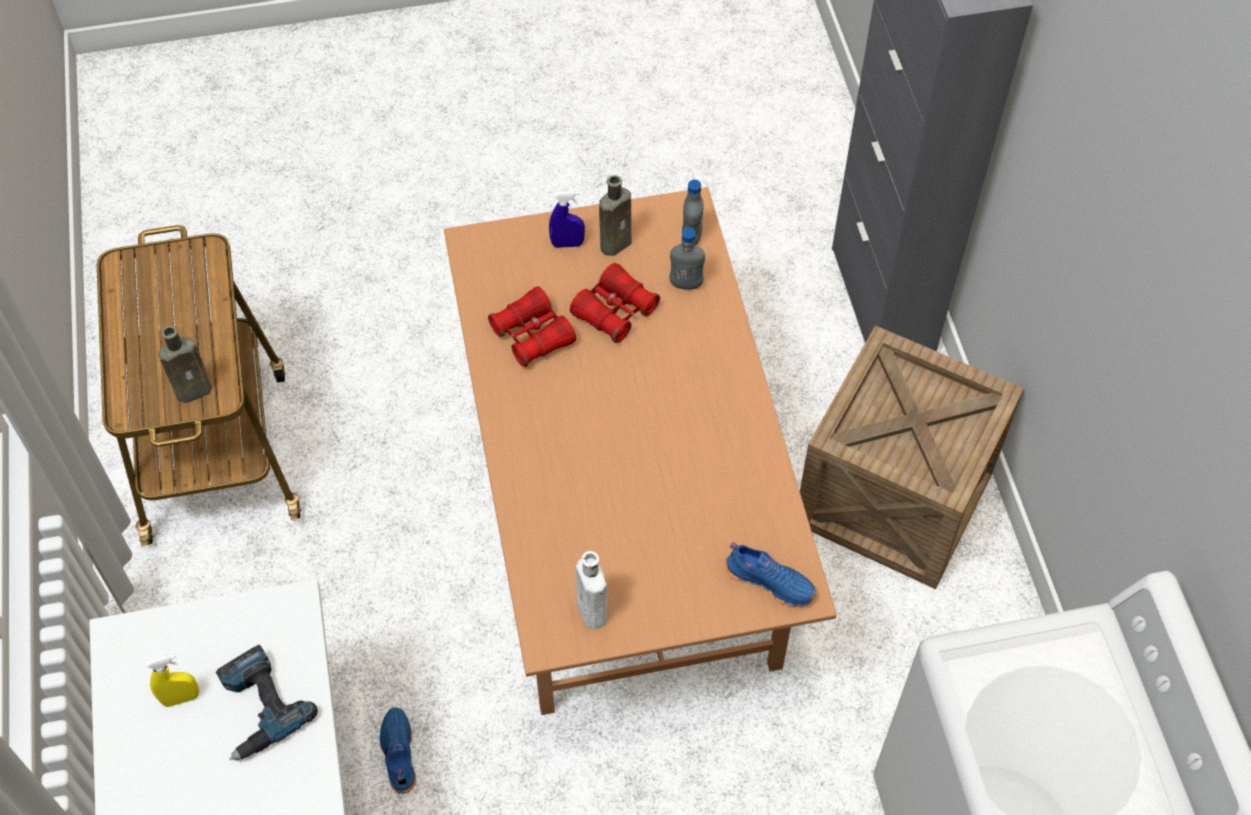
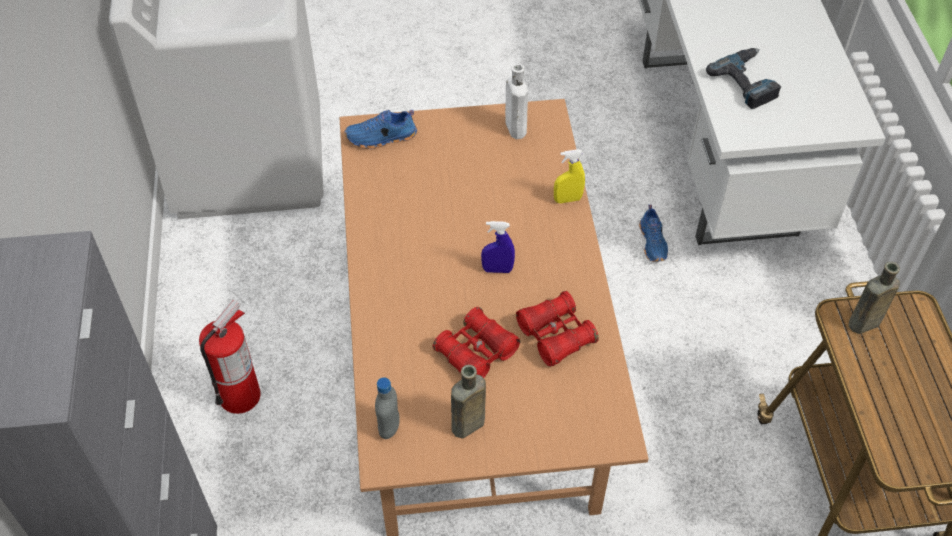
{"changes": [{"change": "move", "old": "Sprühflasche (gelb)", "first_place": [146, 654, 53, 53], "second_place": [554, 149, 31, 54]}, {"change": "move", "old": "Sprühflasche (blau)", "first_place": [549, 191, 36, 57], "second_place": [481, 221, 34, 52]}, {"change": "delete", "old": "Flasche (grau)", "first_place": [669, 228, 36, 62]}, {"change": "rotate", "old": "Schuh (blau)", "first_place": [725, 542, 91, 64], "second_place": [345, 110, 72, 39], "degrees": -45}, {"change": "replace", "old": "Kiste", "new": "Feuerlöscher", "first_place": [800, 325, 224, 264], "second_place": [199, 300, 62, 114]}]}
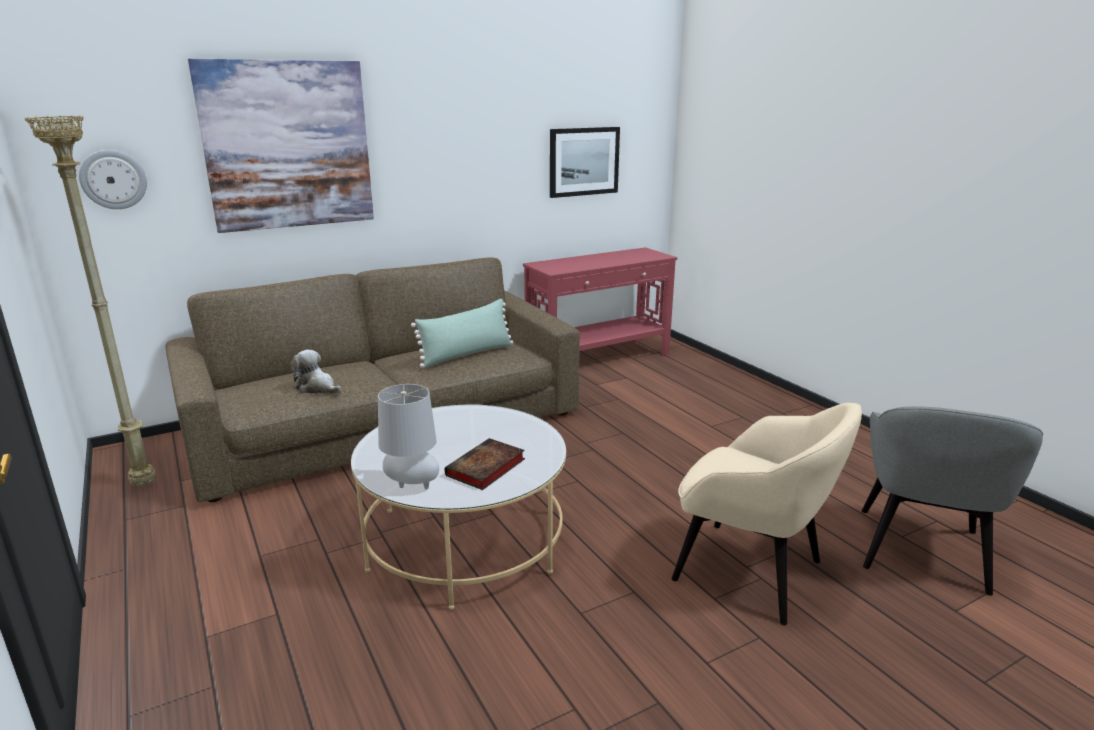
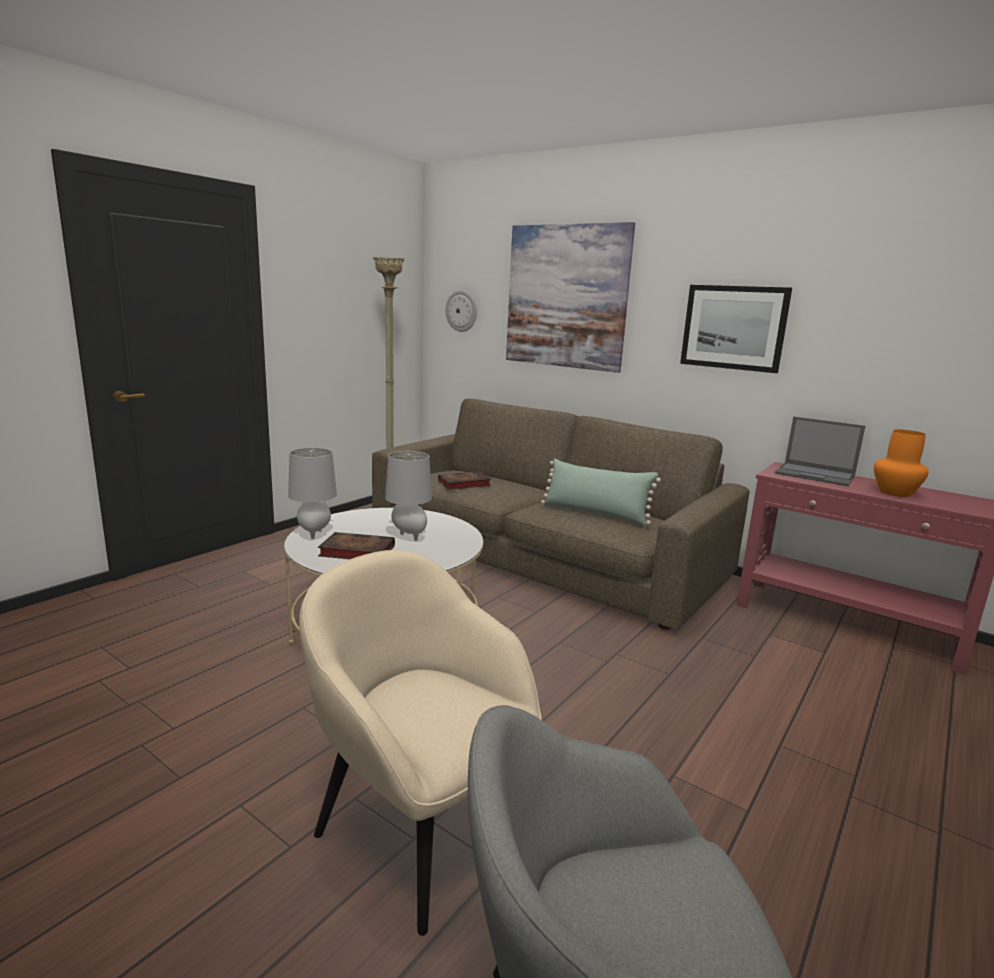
{"changes": [{"change": "replace", "old": "Plüschtier", "new": "Buch", "first_place": [291, 350, 50, 44], "second_place": [438, 471, 53, 19]}, {"change": "move", "old": "Bild", "first_place": [550, 127, 70, 71], "second_place": [680, 285, 112, 88]}, {"change": "rotate", "old": "Sessel (beige)", "first_place": [671, 403, 191, 222], "second_place": [299, 550, 243, 386], "degrees": 120}, {"change": "insert", "new": "Tischlampe (grau)", "second_place": [385, 451, 47, 90]}, {"change": "insert", "new": "Laptop", "second_place": [775, 417, 90, 69]}, {"change": "insert", "new": "Vase (orange)", "second_place": [874, 430, 55, 67]}]}
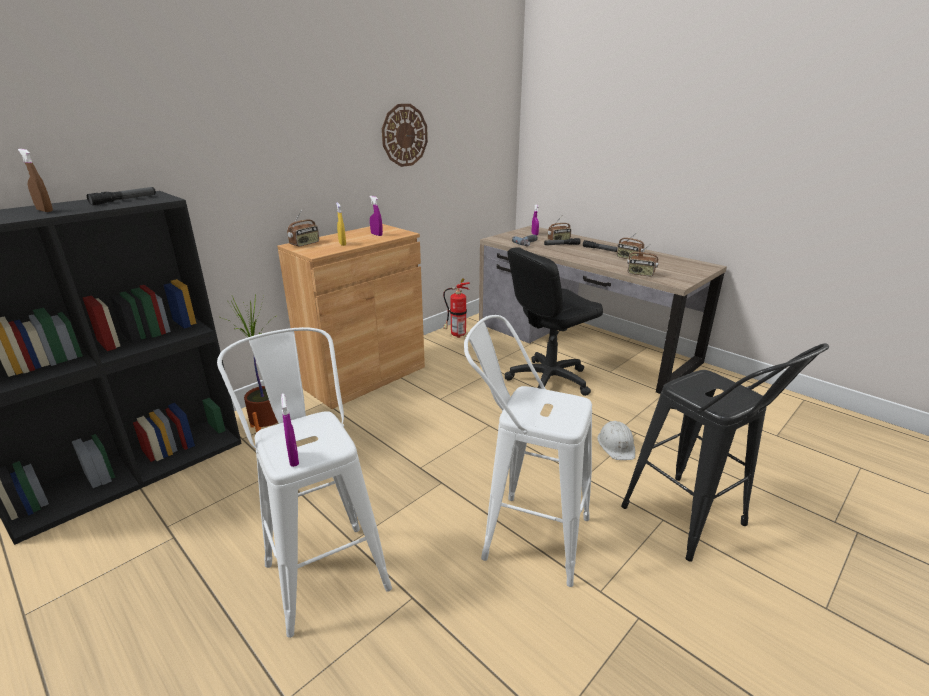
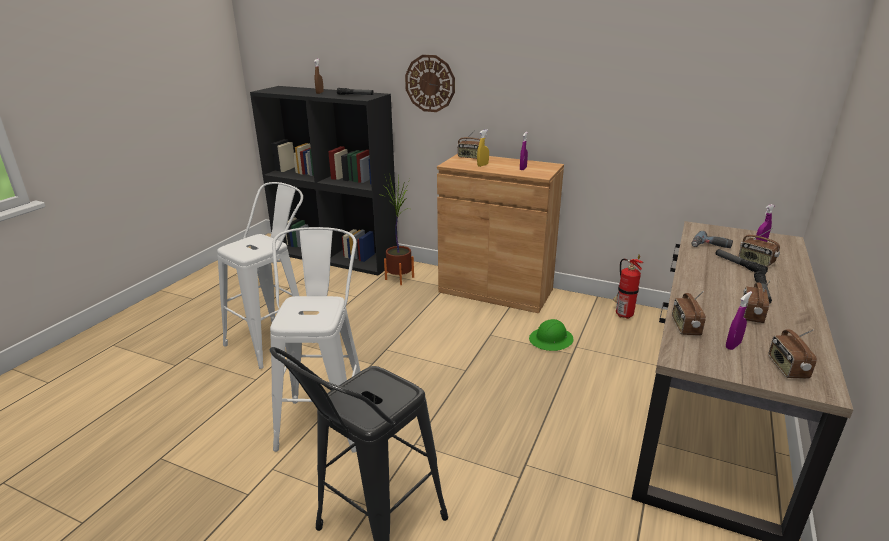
{"changes": [{"change": "move", "old": "Sprühflasche (lila)", "first_place": [281, 393, 18, 74], "second_place": [726, 291, 26, 59]}, {"change": "move", "old": "Wanduhr", "first_place": [382, 104, 46, 63], "second_place": [405, 55, 50, 57]}, {"change": "delete", "old": "Bürostuhl (schwarz)", "first_place": [505, 247, 98, 149]}, {"change": "delete", "old": "Schutzhelm (weiß)", "first_place": [598, 421, 37, 39]}, {"change": "insert", "new": "Schutzhelm (grün)", "second_place": [529, 319, 44, 32]}, {"change": "insert", "new": "Radio", "second_place": [769, 329, 48, 49]}]}
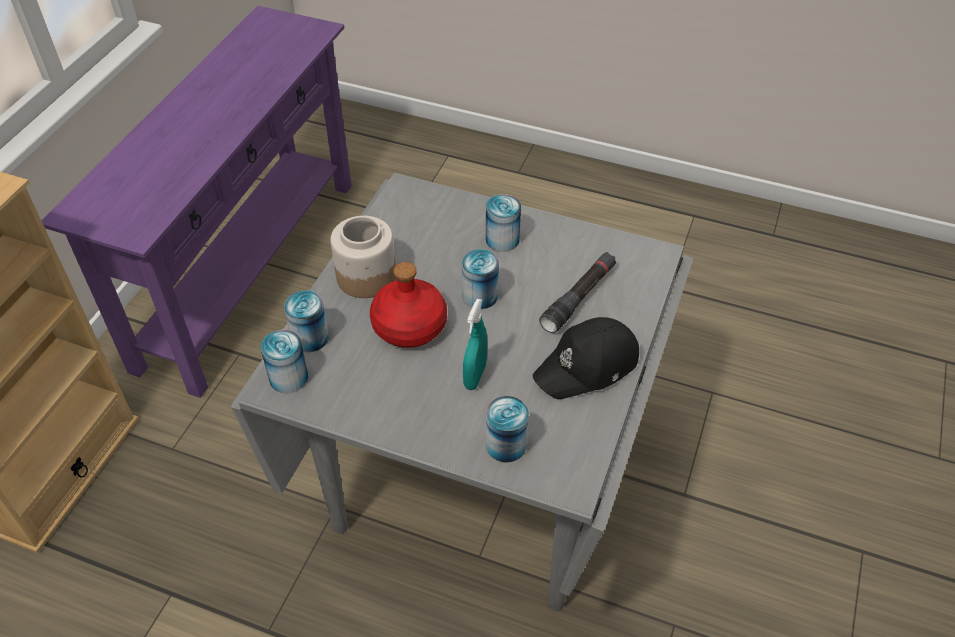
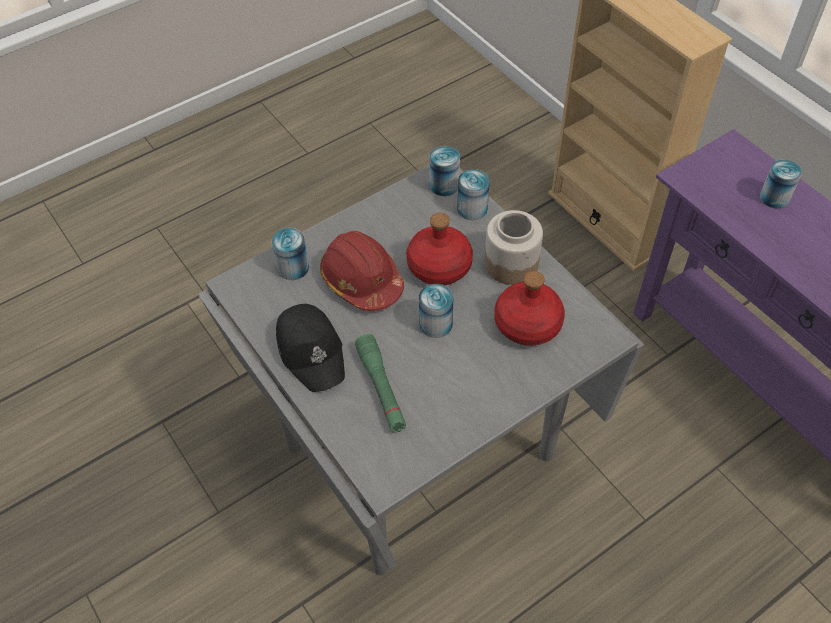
{"changes": [{"change": "replace", "old": "Sprühflasche (türkis)", "new": "Schutzhelm (rot)", "first_place": [463, 299, 24, 91], "second_place": [320, 231, 84, 80]}, {"change": "move", "old": "Dose", "first_place": [486, 194, 35, 58], "second_place": [760, 159, 42, 50]}, {"change": "rotate", "old": "Kappe (schwarz)", "first_place": [533, 317, 106, 82], "second_place": [276, 304, 69, 88], "degrees": 150}, {"change": "recolor", "old": "Taschenlampe (schwarz)", "new": "Taschenlampe (grün)", "first_place": [539, 252, 77, 81], "second_place": [355, 334, 51, 99]}, {"change": "insert", "new": "Flasche (rot)", "second_place": [495, 271, 70, 75]}]}
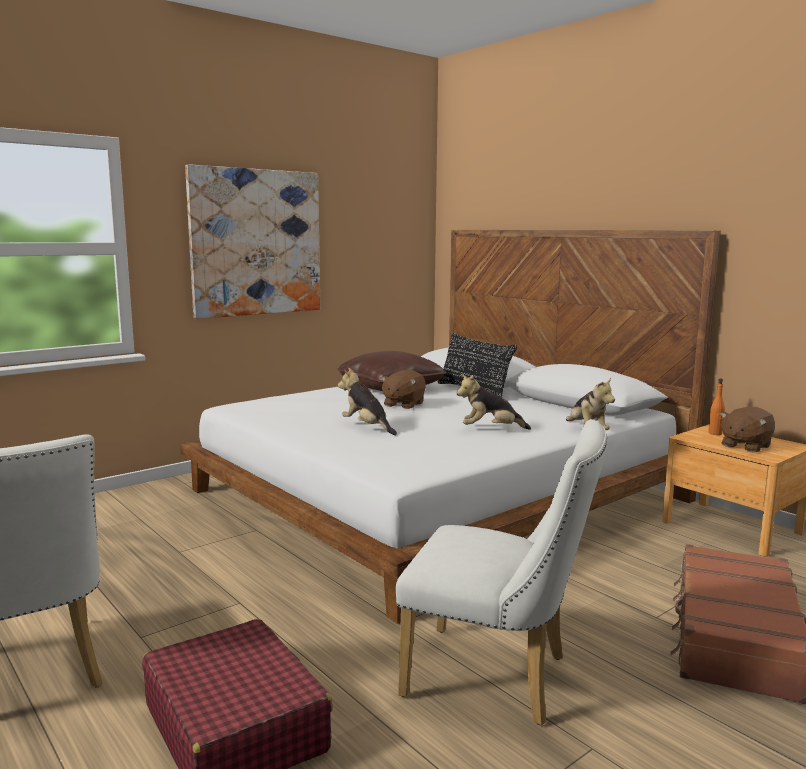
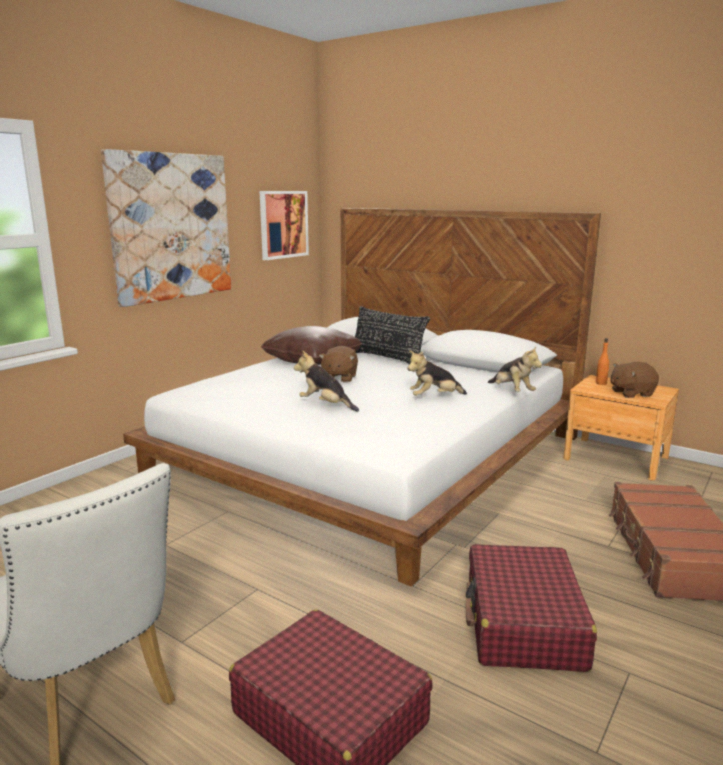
{"changes": [{"change": "replace", "old": "Stuhl (weiß)", "new": "Koffer (rot)", "first_place": [396, 419, 211, 306], "second_place": [466, 544, 131, 128]}, {"change": "rotate", "old": "Plüschtier (braun)", "first_place": [720, 407, 55, 46], "second_place": [610, 362, 49, 36], "degrees": 45}, {"change": "insert", "new": "Bild", "second_place": [260, 191, 49, 69]}]}
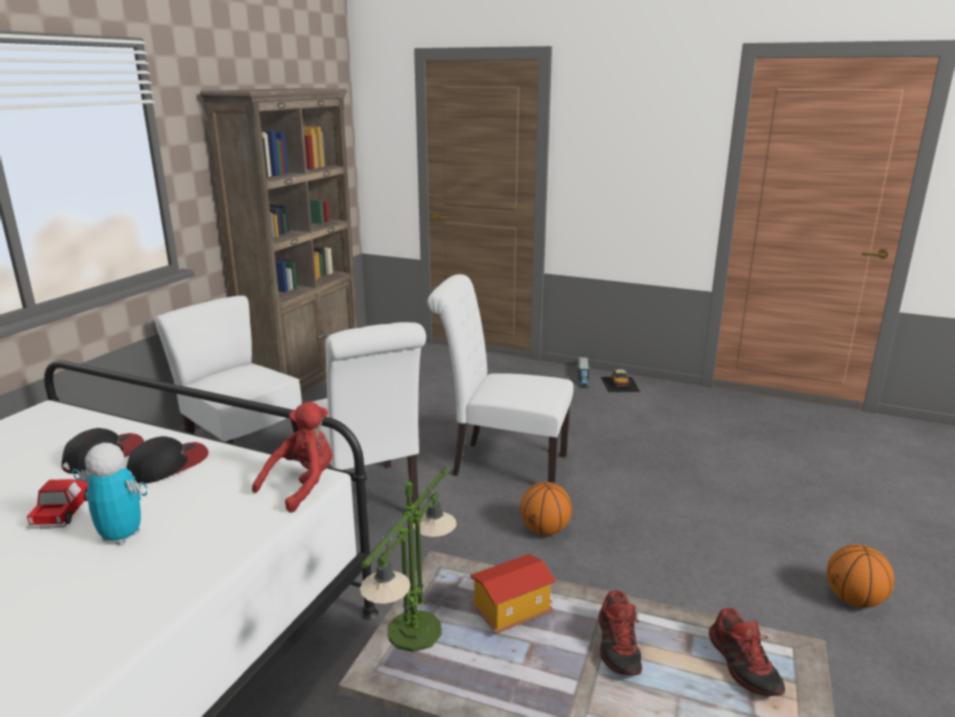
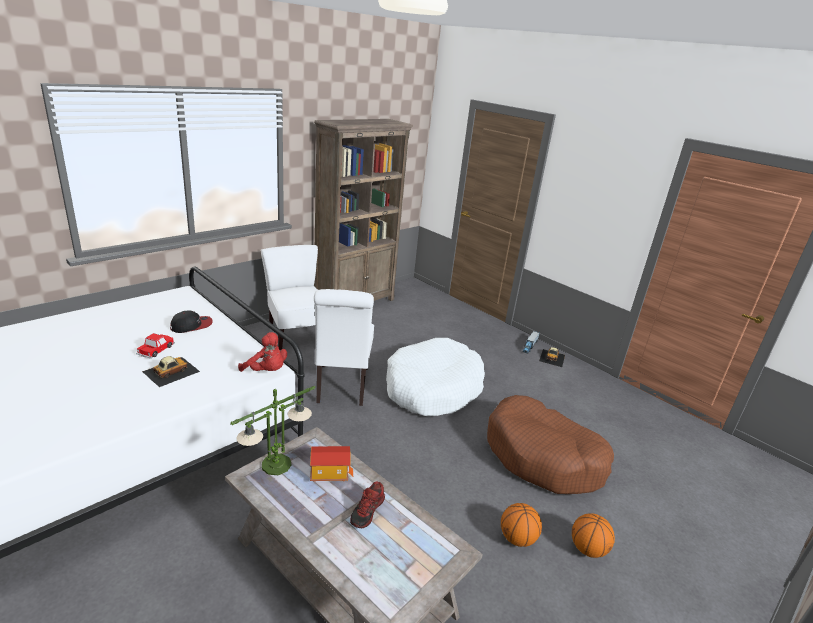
{"changes": [{"change": "replace", "old": "Spielzeugroboter", "new": "Spielzeugauto", "first_place": [72, 443, 75, 102], "second_place": [142, 356, 58, 31]}, {"change": "delete", "old": "Kappe", "first_place": [126, 436, 83, 48]}, {"change": "rotate", "old": "Plüschtier (rot)", "first_place": [252, 401, 81, 112], "second_place": [238, 332, 49, 40], "degrees": 60}, {"change": "replace", "old": "Stuhl (weiß)", "new": "Hundebett (weiß)", "first_place": [428, 274, 146, 209], "second_place": [386, 338, 99, 78]}, {"change": "move", "old": "Basketball", "first_place": [520, 482, 52, 54], "second_place": [501, 503, 41, 44]}, {"change": "delete", "old": "Schuh", "first_place": [709, 608, 76, 88]}, {"change": "insert", "new": "Hundebett (braun)", "second_place": [487, 395, 127, 99]}]}
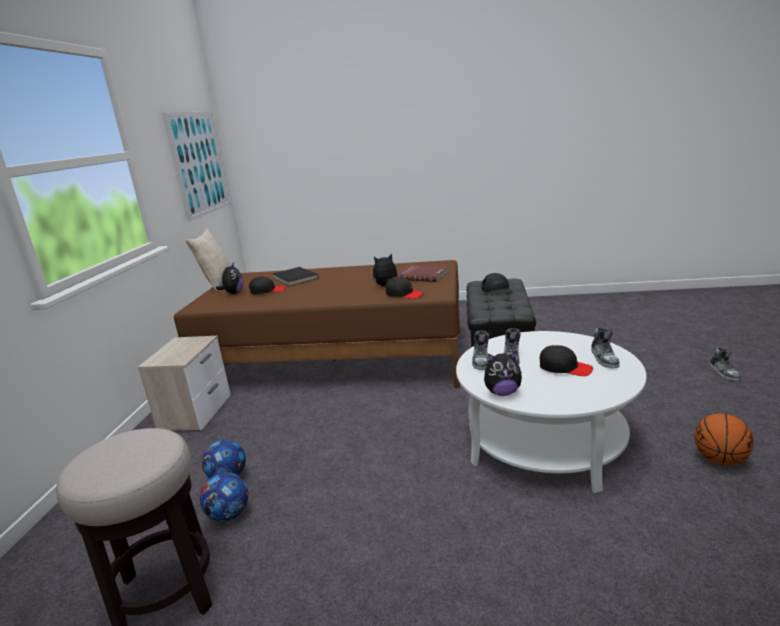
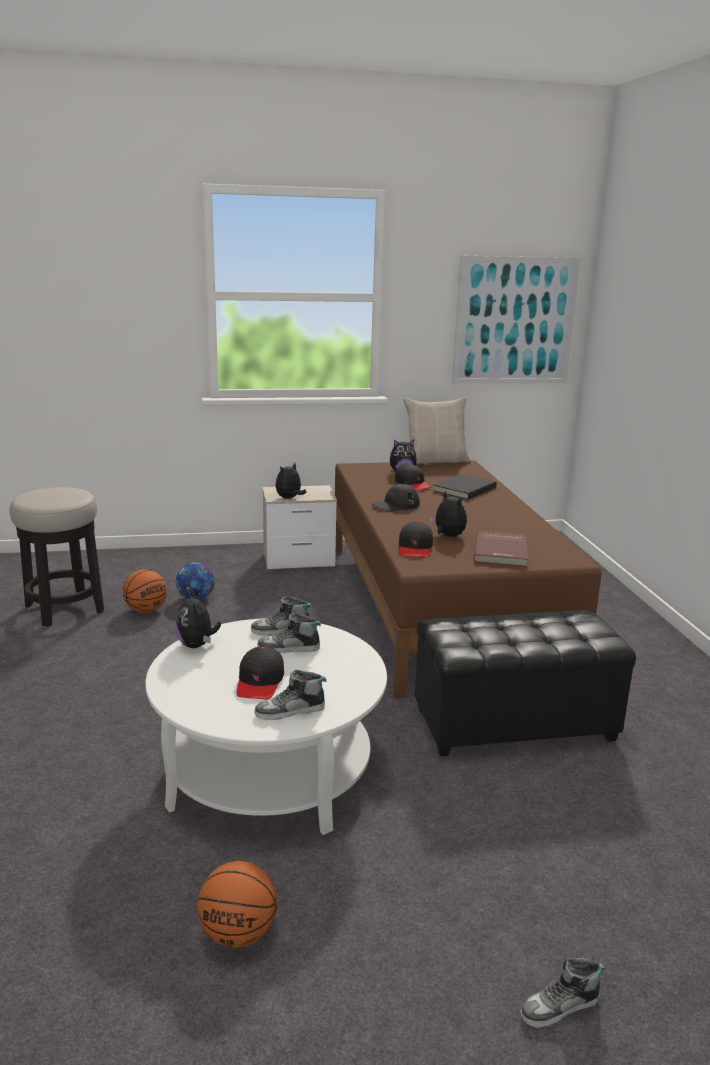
{"changes": [{"change": "replace", "old": "Fußball", "new": "Basketball", "first_place": [200, 472, 48, 50], "second_place": [123, 570, 44, 43]}, {"change": "move", "old": "Kappe (schwarz)", "first_place": [481, 273, 32, 23], "second_place": [372, 484, 48, 28]}, {"change": "insert", "new": "Plüschtier", "second_place": [275, 463, 32, 36]}]}
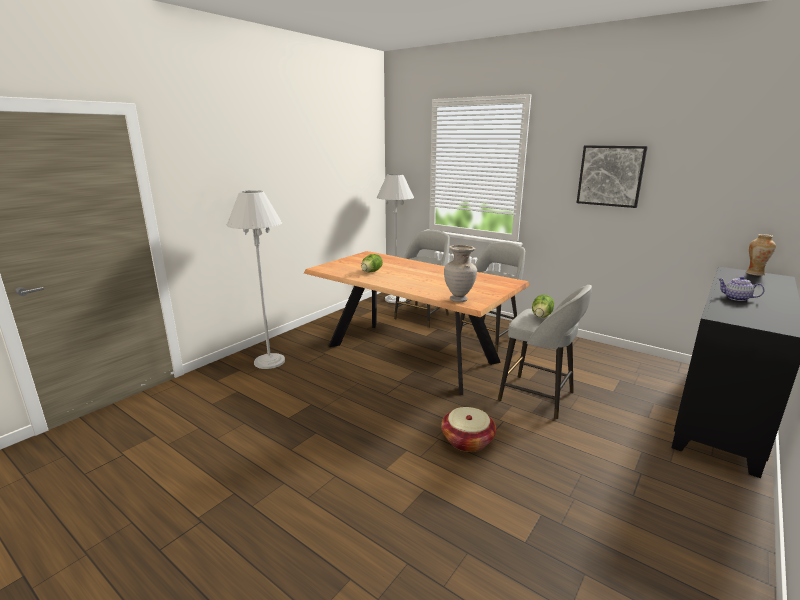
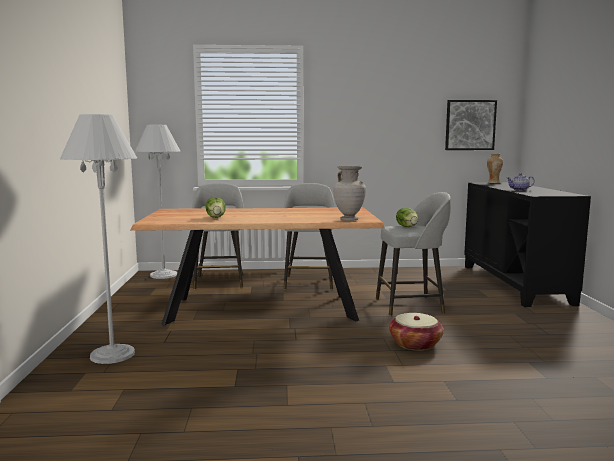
{"changes": [{"change": "move", "old": "Bild", "first_place": [577, 145, 71, 63], "second_place": [445, 100, 52, 50]}]}
